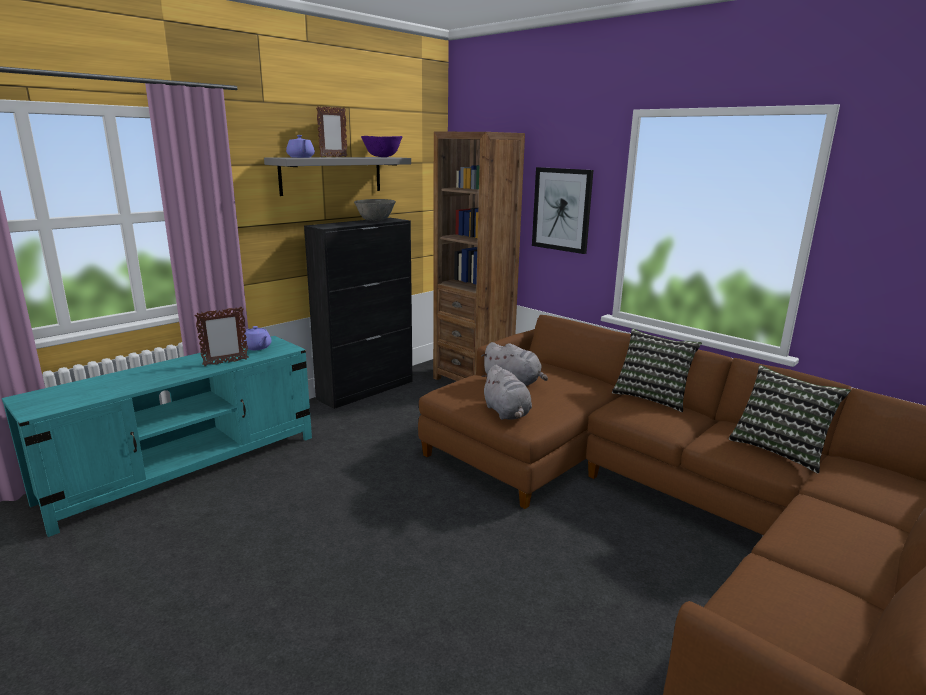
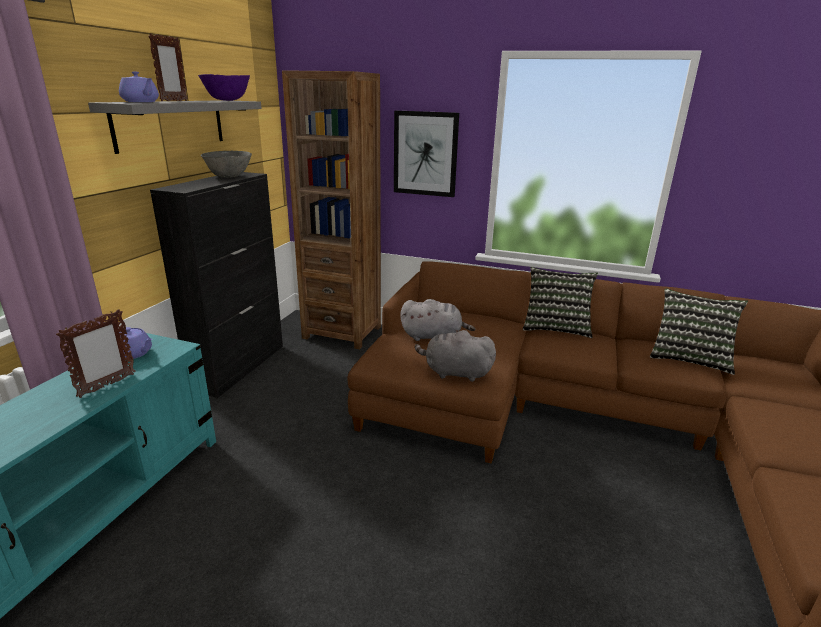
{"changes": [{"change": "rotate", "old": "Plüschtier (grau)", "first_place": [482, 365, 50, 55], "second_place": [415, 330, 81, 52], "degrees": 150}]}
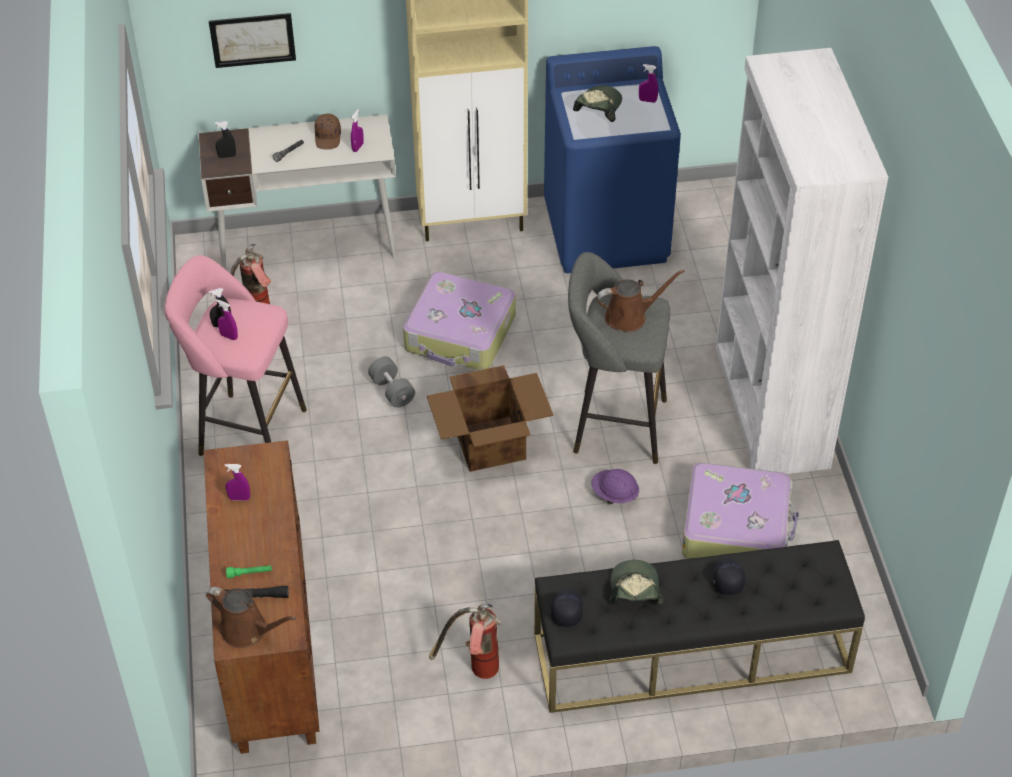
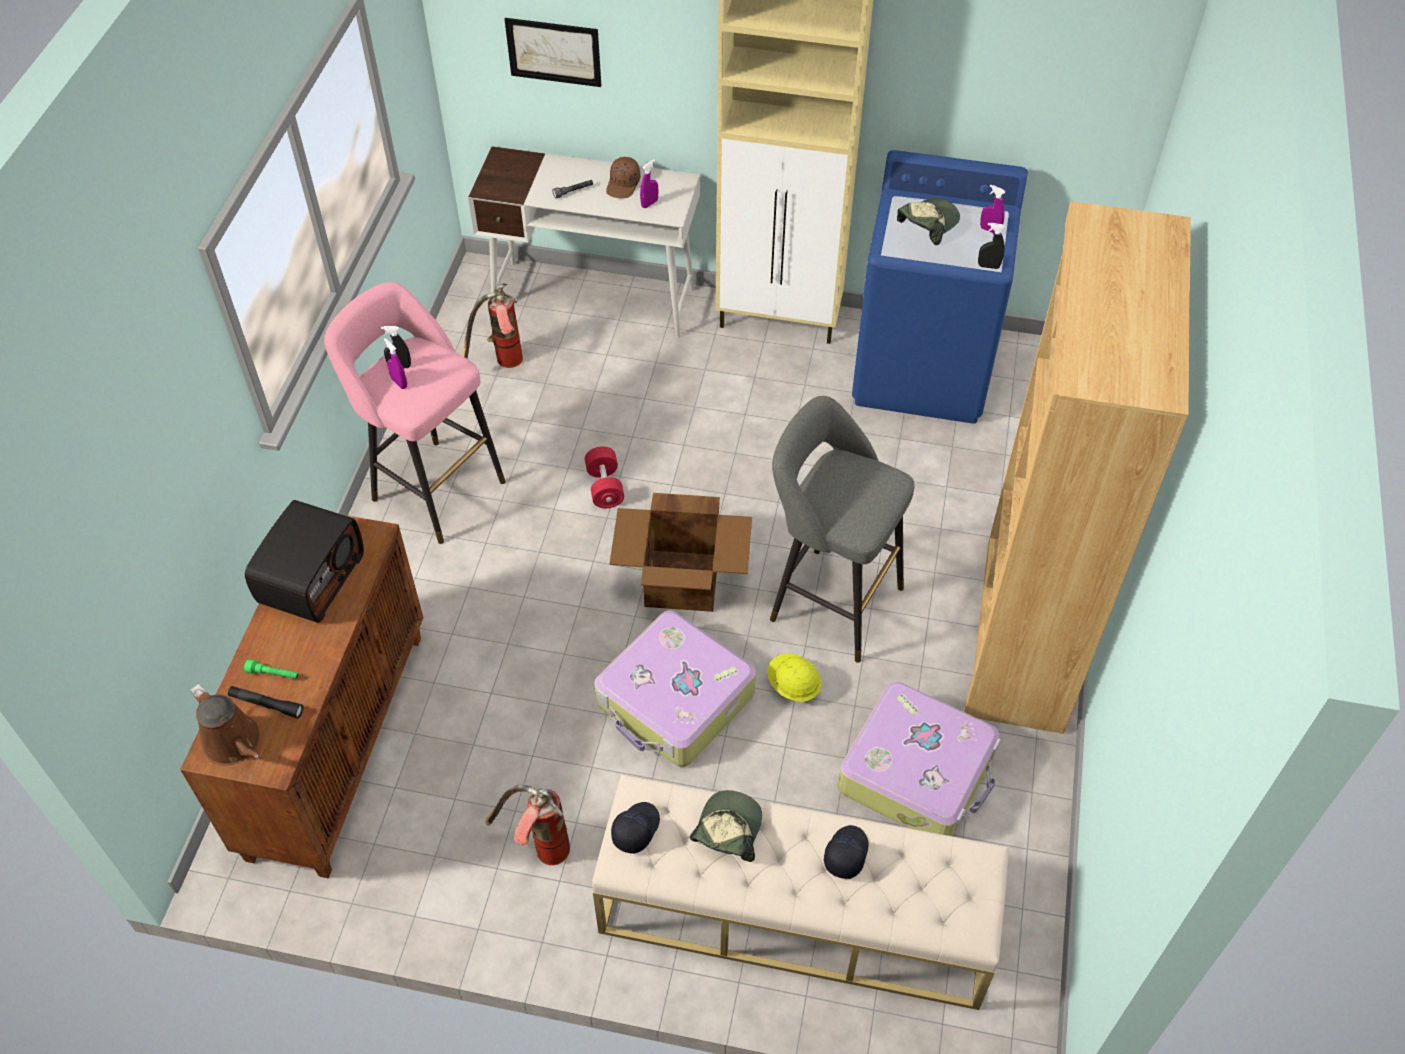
{"changes": [{"change": "move", "old": "Sprühflasche (schwarz)", "first_place": [215, 121, 21, 37], "second_place": [978, 223, 27, 46]}, {"change": "replace", "old": "Sprühflasche (lila)", "new": "Radio", "first_place": [225, 464, 25, 36], "second_place": [245, 500, 119, 123]}, {"change": "recolor", "old": "Hantel (grau)", "new": "Hantel (rot)", "first_place": [368, 356, 47, 51], "second_place": [585, 447, 39, 61]}, {"change": "move", "old": "Koffer", "first_place": [403, 272, 113, 98], "second_place": [594, 611, 162, 156]}, {"change": "recolor", "old": "Bank (schwarz)", "new": "Bank (beige)", "first_place": [534, 540, 331, 173], "second_place": [592, 774, 417, 236]}, {"change": "recolor", "old": "Schutzhelm (lila)", "new": "Schutzhelm (gelb)", "first_place": [591, 469, 48, 35], "second_place": [767, 654, 54, 48]}, {"change": "delete", "old": "Gießkanne (braun)", "first_place": [596, 269, 89, 63]}, {"change": "recolor", "old": "Bücherregal (weiß)", "new": "Bücherregal (braun)", "first_place": [716, 48, 172, 426], "second_place": [965, 201, 226, 533]}]}
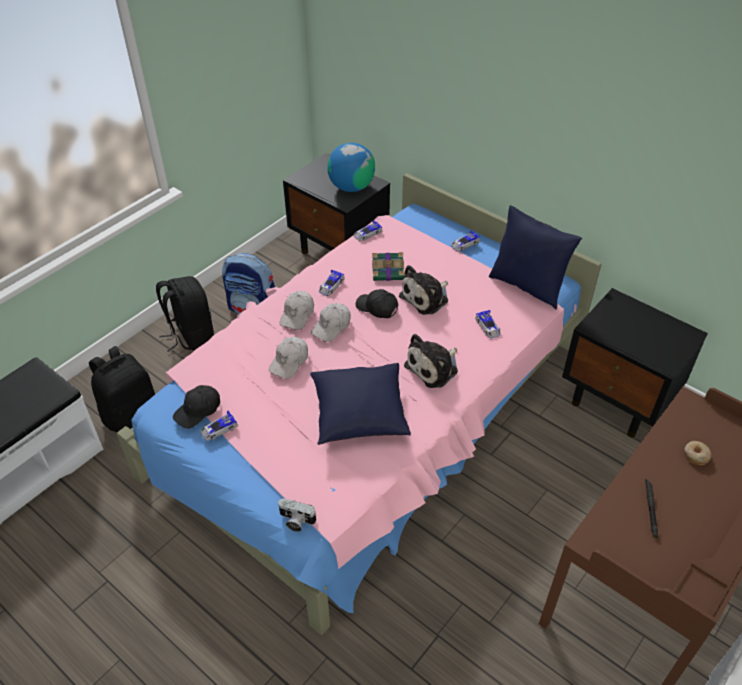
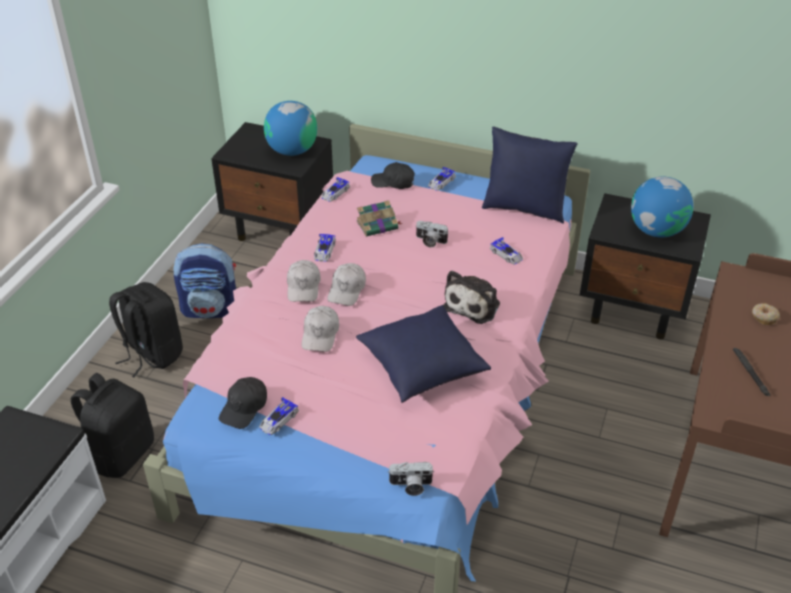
{"changes": [{"change": "move", "old": "Kappe (schwarz)", "first_place": [355, 289, 43, 29], "second_place": [371, 162, 44, 27]}, {"change": "replace", "old": "Plüschtier", "new": "Kamera", "first_place": [399, 265, 49, 50], "second_place": [416, 221, 33, 27]}, {"change": "insert", "new": "Globus", "second_place": [631, 177, 62, 61]}]}
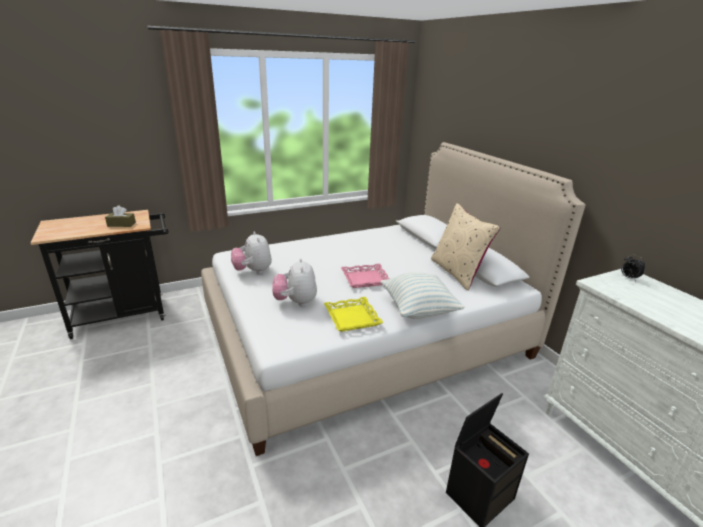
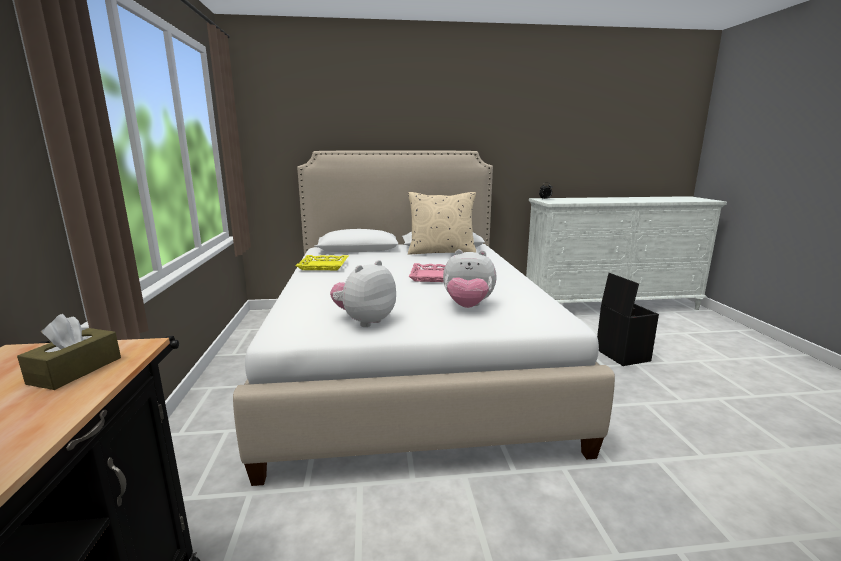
{"changes": [{"change": "rotate", "old": "Plüschtier", "first_place": [231, 231, 41, 43], "second_place": [330, 260, 66, 67], "degrees": 135}, {"change": "move", "old": "Tablett (gelb)", "first_place": [324, 297, 59, 35], "second_place": [295, 255, 53, 15]}, {"change": "delete", "old": "Kissen", "first_place": [381, 272, 84, 47]}]}
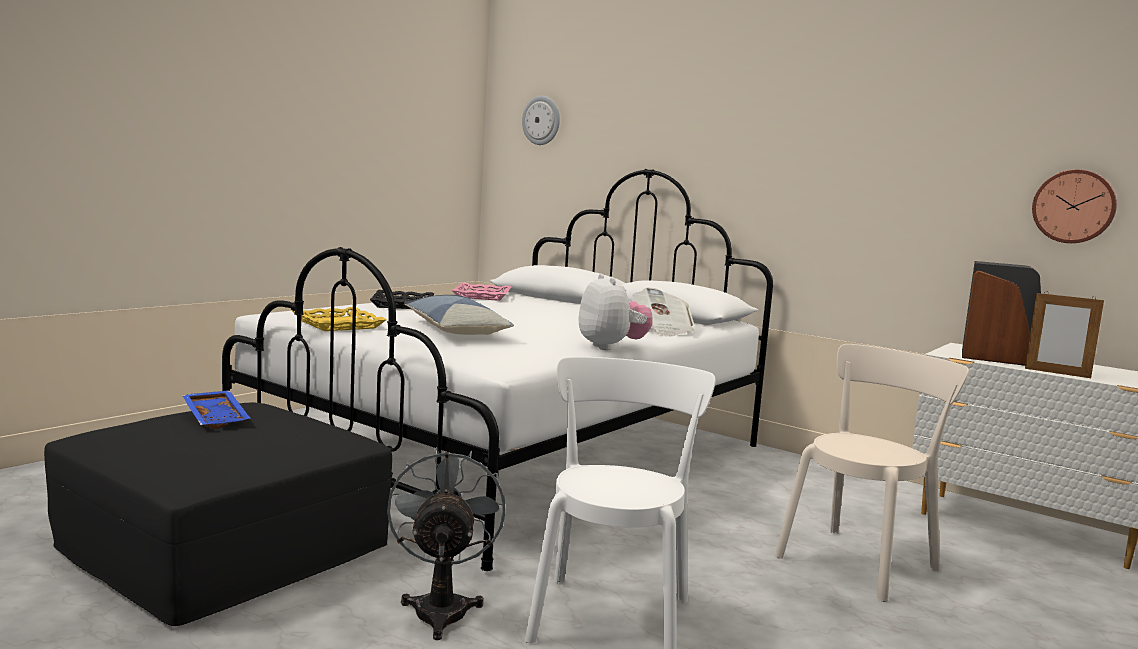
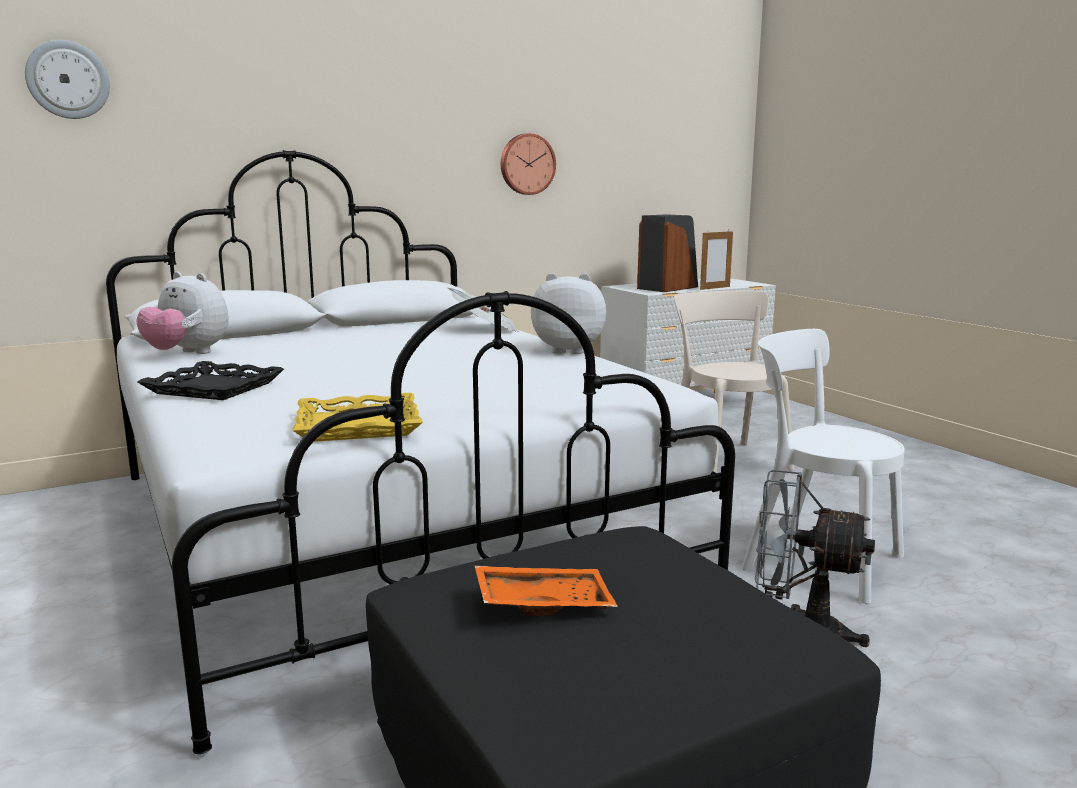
{"changes": [{"change": "recolor", "old": "Tablett (blau)", "new": "Tablett (orange)", "first_place": [182, 390, 69, 39], "second_place": [475, 566, 143, 50]}, {"change": "delete", "old": "Kissen", "first_place": [405, 295, 109, 40]}, {"change": "replace", "old": "Tablett (rosa)", "new": "Plüschtier", "first_place": [452, 283, 59, 18], "second_place": [136, 272, 93, 82]}, {"change": "move", "old": "Wanduhr", "first_place": [1032, 170, 85, 73], "second_place": [501, 133, 55, 62]}]}
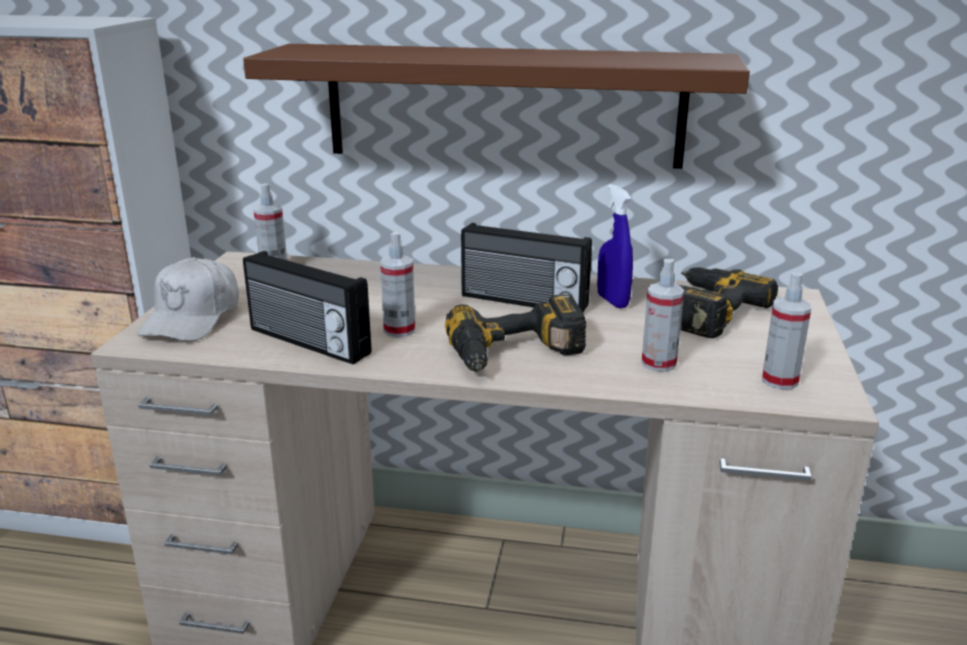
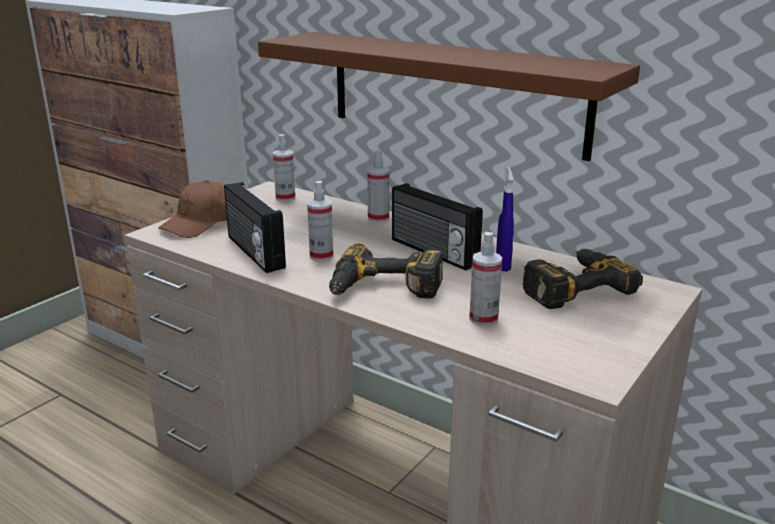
{"changes": [{"change": "recolor", "old": "Kappe (weiß)", "new": "Kappe (braun)", "first_place": [137, 257, 102, 84], "second_place": [158, 180, 69, 58]}, {"change": "move", "old": "Sprühflasche", "first_place": [762, 272, 49, 117], "second_place": [367, 150, 22, 72]}]}
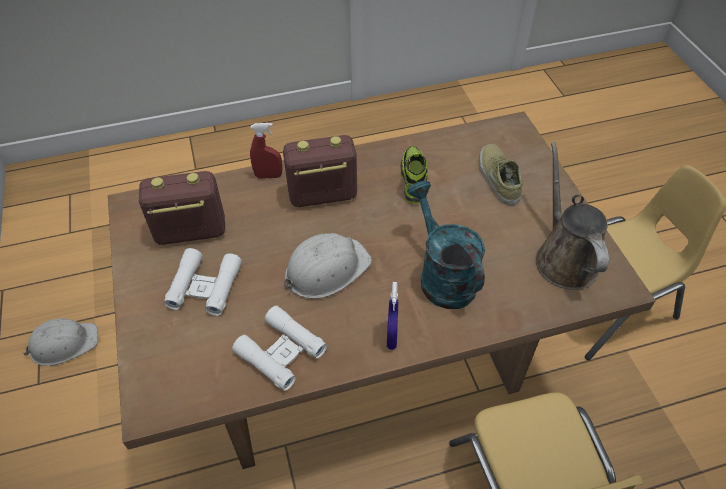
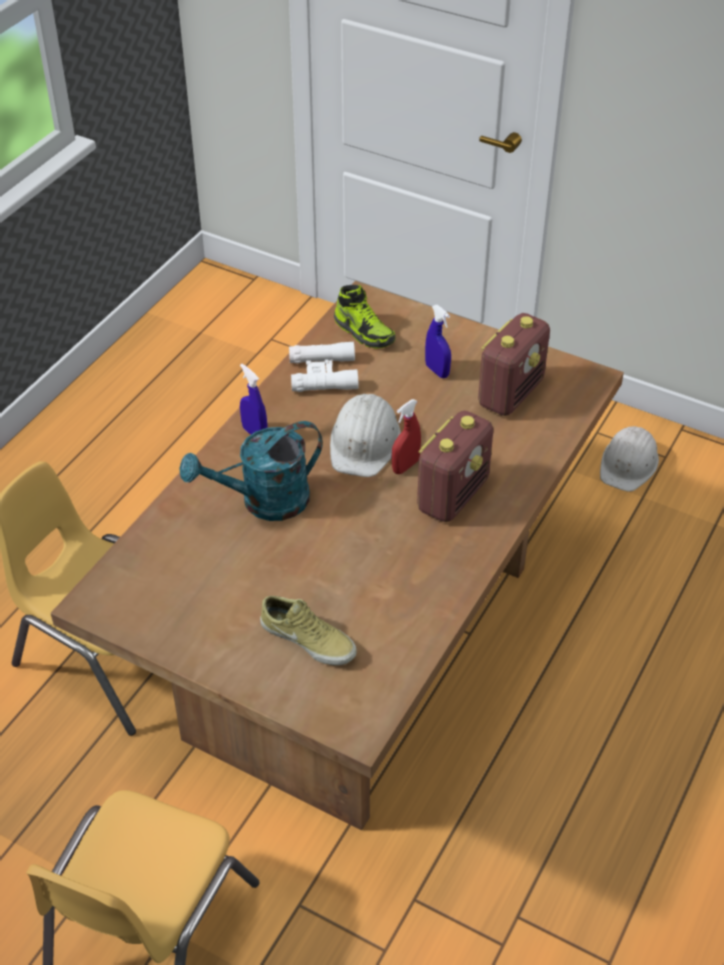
{"changes": [{"change": "replace", "old": "Fernglas (weiß)", "new": "Sprühflasche (blau)", "first_place": [164, 248, 78, 68], "second_place": [425, 305, 26, 73]}, {"change": "move", "old": "Sprühflasche (rot)", "first_place": [250, 123, 32, 56], "second_place": [392, 399, 29, 75]}, {"change": "move", "old": "Schuh", "first_place": [401, 146, 26, 58], "second_place": [334, 285, 62, 64]}, {"change": "rotate", "old": "Gießkanne (türkis)", "first_place": [407, 181, 78, 128], "second_place": [180, 421, 143, 100], "degrees": 135}, {"change": "delete", "old": "Gießkanne (braun)", "first_place": [536, 142, 73, 148]}]}
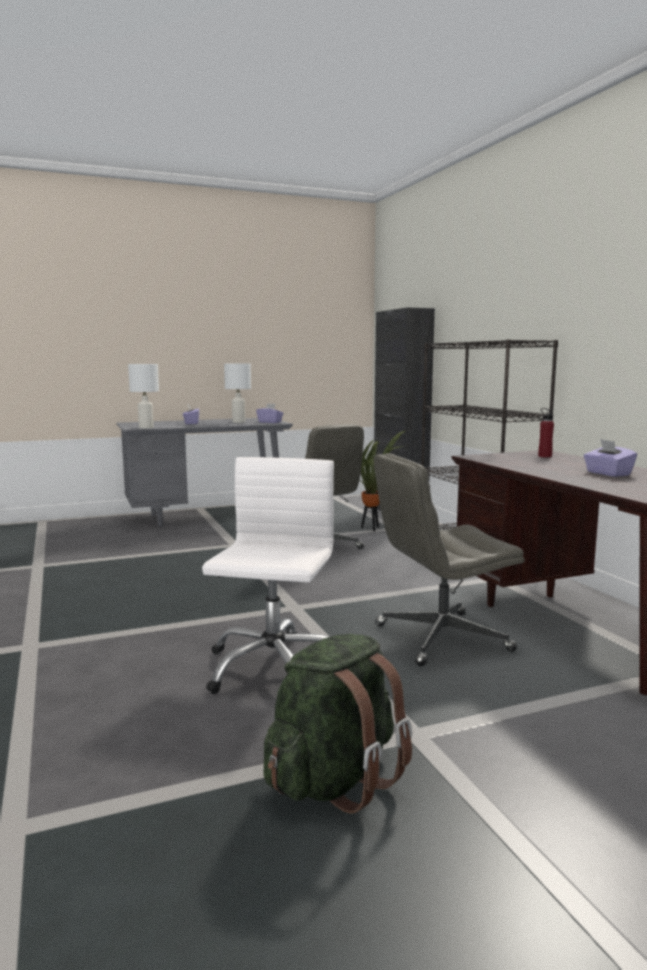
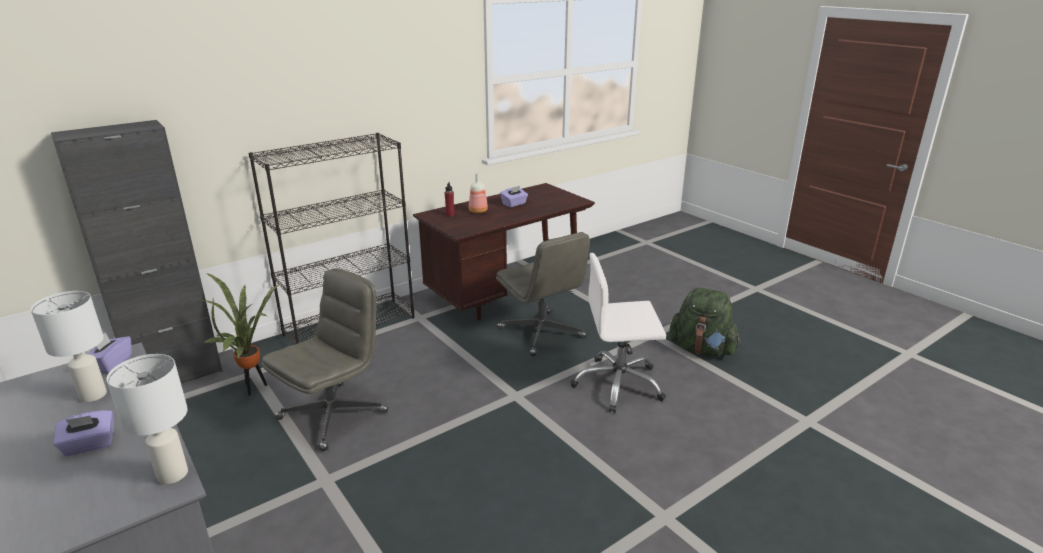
{"changes": [{"change": "insert", "new": "Flasche", "second_place": [469, 173, 19, 40]}]}
